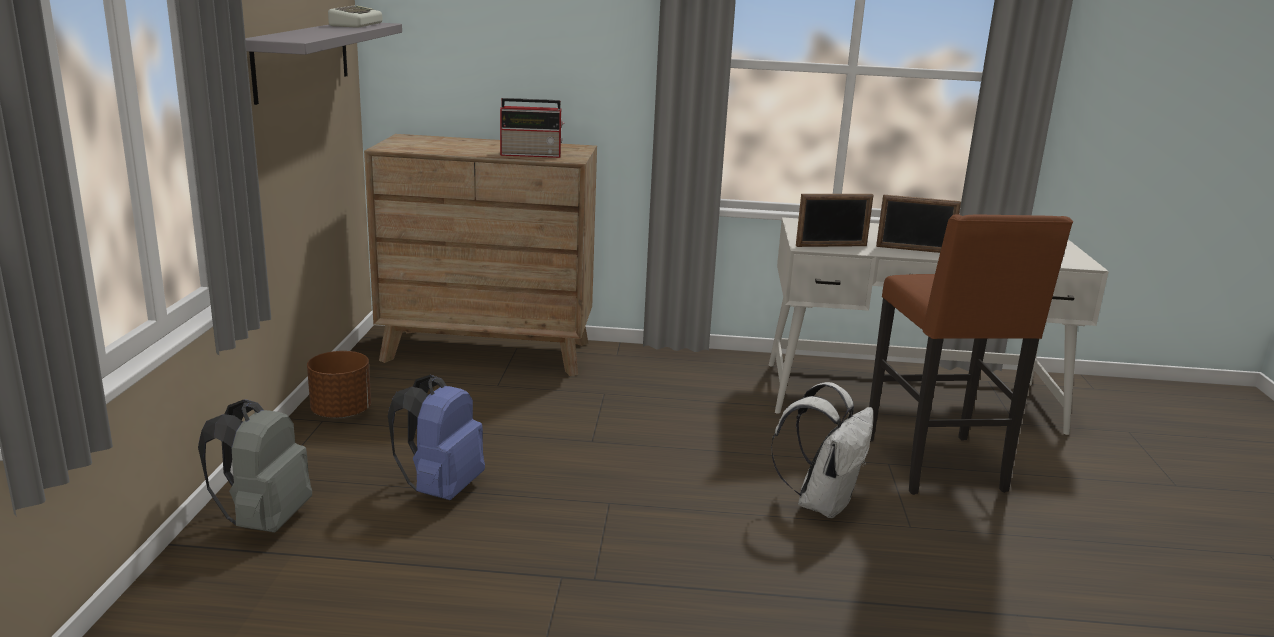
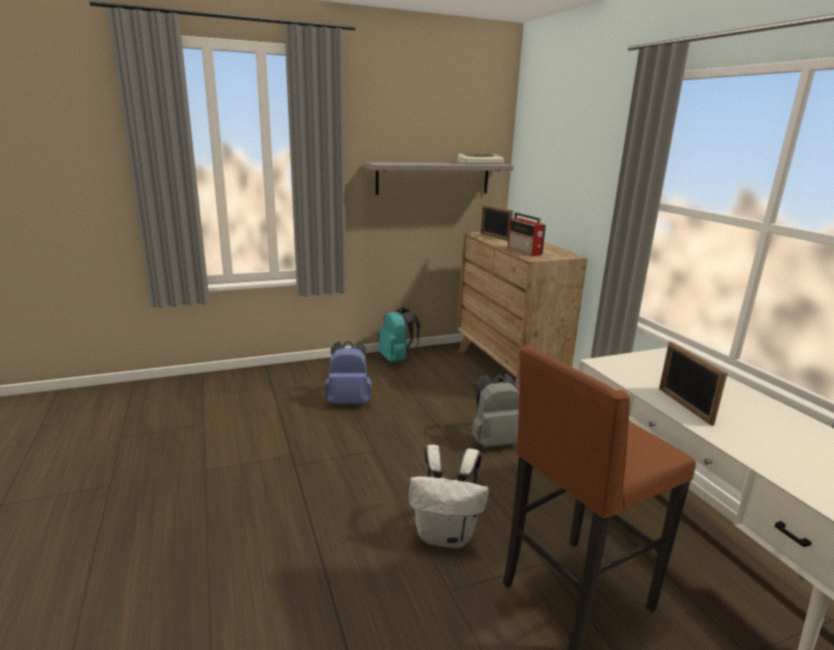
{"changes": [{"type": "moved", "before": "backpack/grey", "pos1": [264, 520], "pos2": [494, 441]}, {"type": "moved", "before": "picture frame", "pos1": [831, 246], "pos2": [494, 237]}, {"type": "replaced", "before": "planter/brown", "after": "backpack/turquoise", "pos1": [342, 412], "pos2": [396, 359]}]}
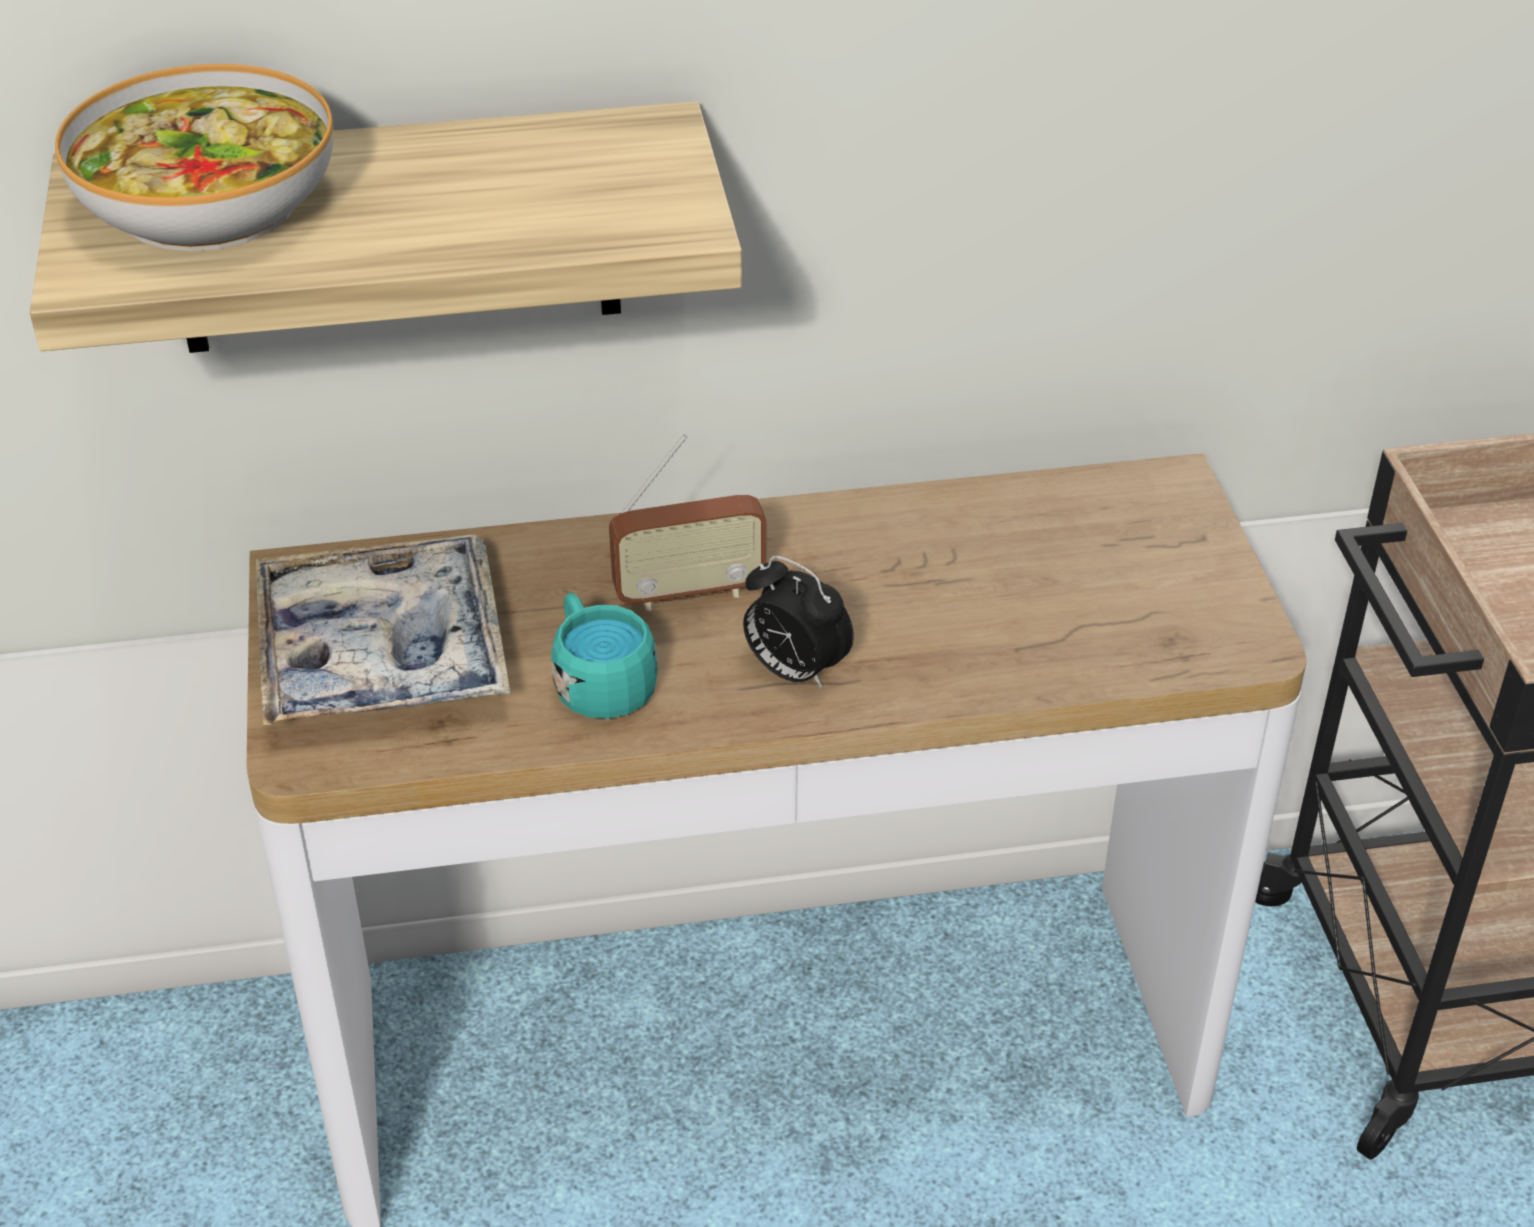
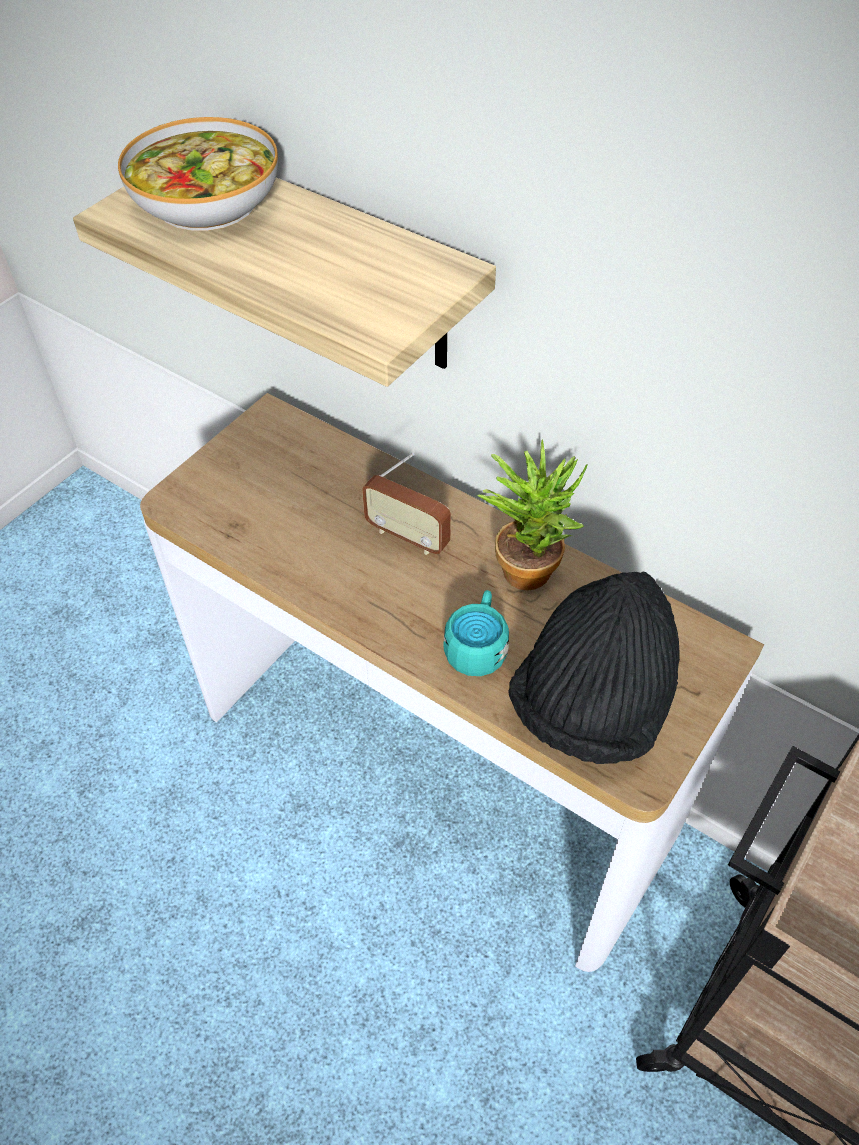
{"changes": [{"type": "removed", "before": "tray", "pos1": [382, 652]}, {"type": "removed", "before": "alarm clock", "pos1": [794, 671]}, {"type": "added", "after": "potted plant", "pos2": [528, 564]}, {"type": "added", "after": "hat/black", "pos2": [592, 703]}, {"type": "moved", "before": "mug/turquoise", "pos1": [599, 682], "pos2": [477, 646]}]}
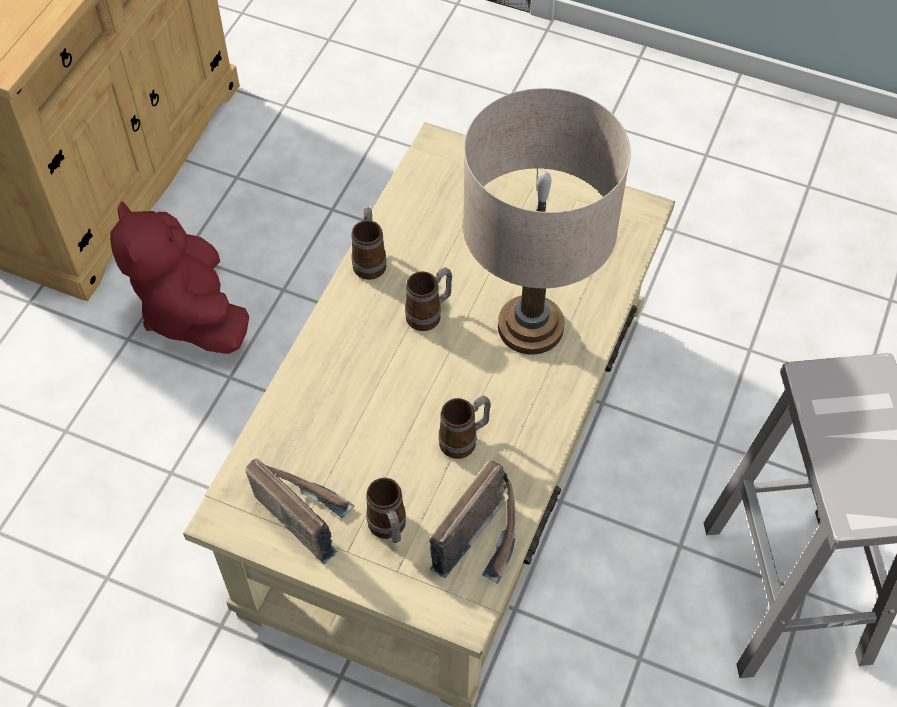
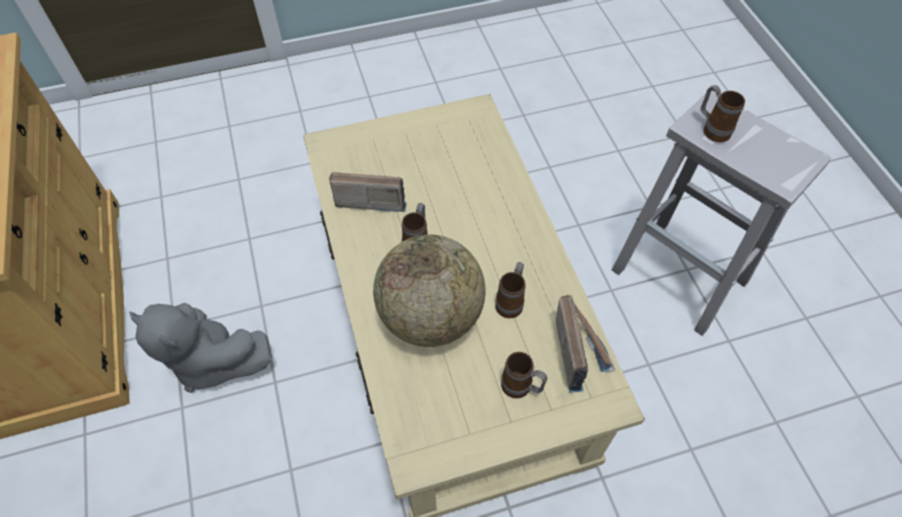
{"changes": [{"type": "removed", "before": "table lamp/beige", "pos1": [531, 327]}, {"type": "added", "after": "globe", "pos2": [431, 317]}, {"type": "moved", "before": "radio", "pos1": [303, 512], "pos2": [370, 198]}, {"type": "moved", "before": "mug", "pos1": [370, 260], "pos2": [712, 129]}, {"type": "recoloured", "before": "plush toy/red", "after": "plush toy/grey", "pos1": [191, 311], "pos2": [212, 360]}]}
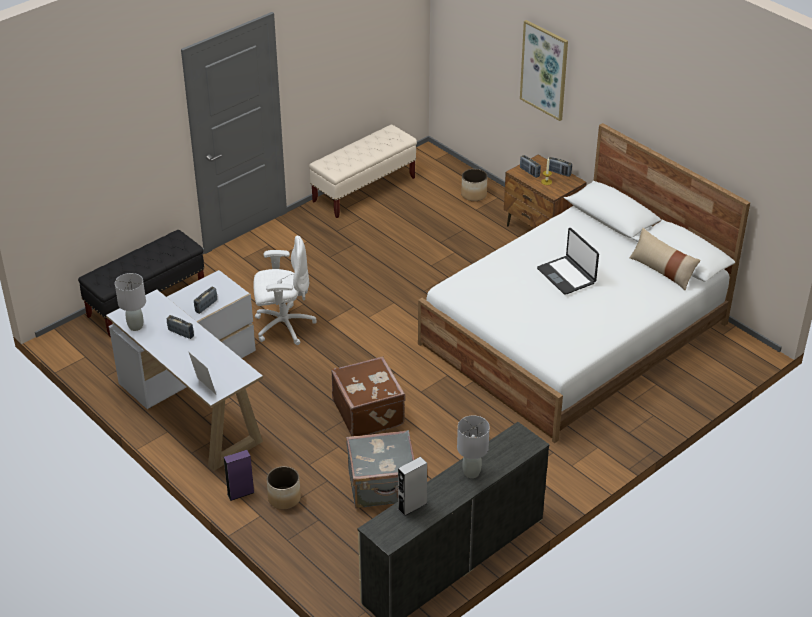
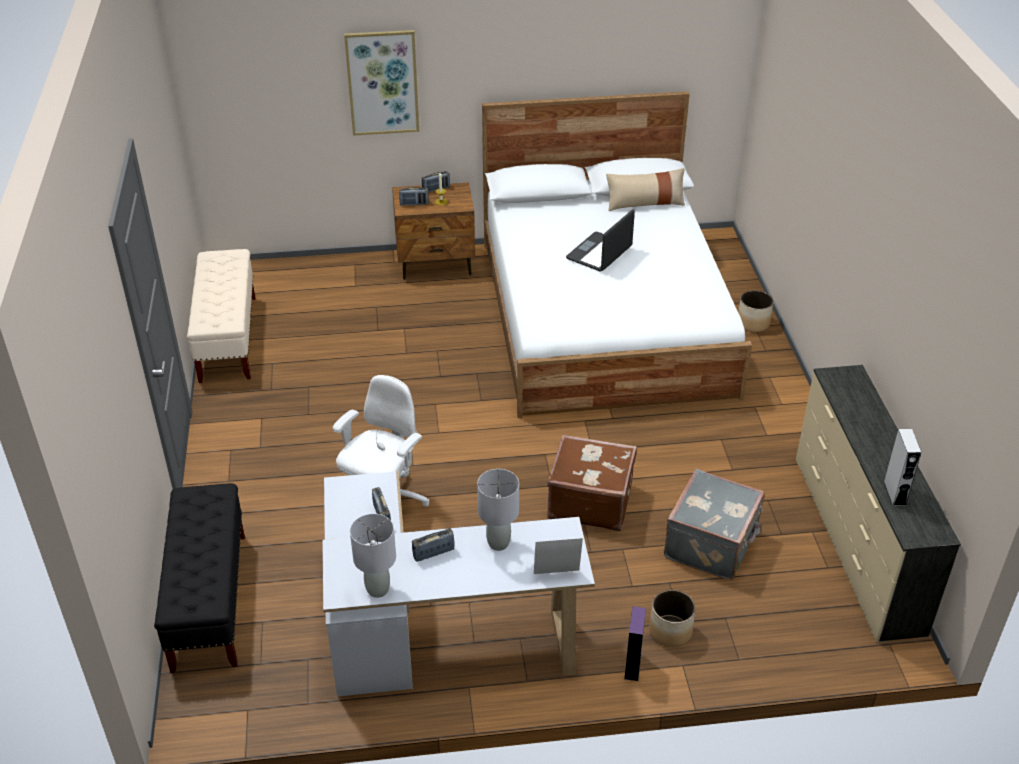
{"changes": [{"type": "moved", "before": "table lamp/grey", "pos1": [471, 473], "pos2": [499, 543]}, {"type": "moved", "before": "planter", "pos1": [473, 194], "pos2": [752, 323]}, {"type": "turned", "before": "laptop", "pos1": [566, 276], "pos2": [600, 253], "turn": 120}]}
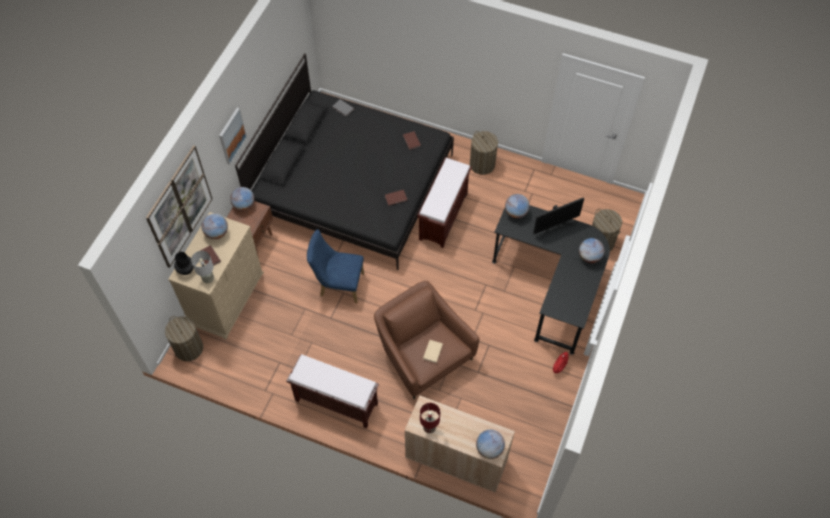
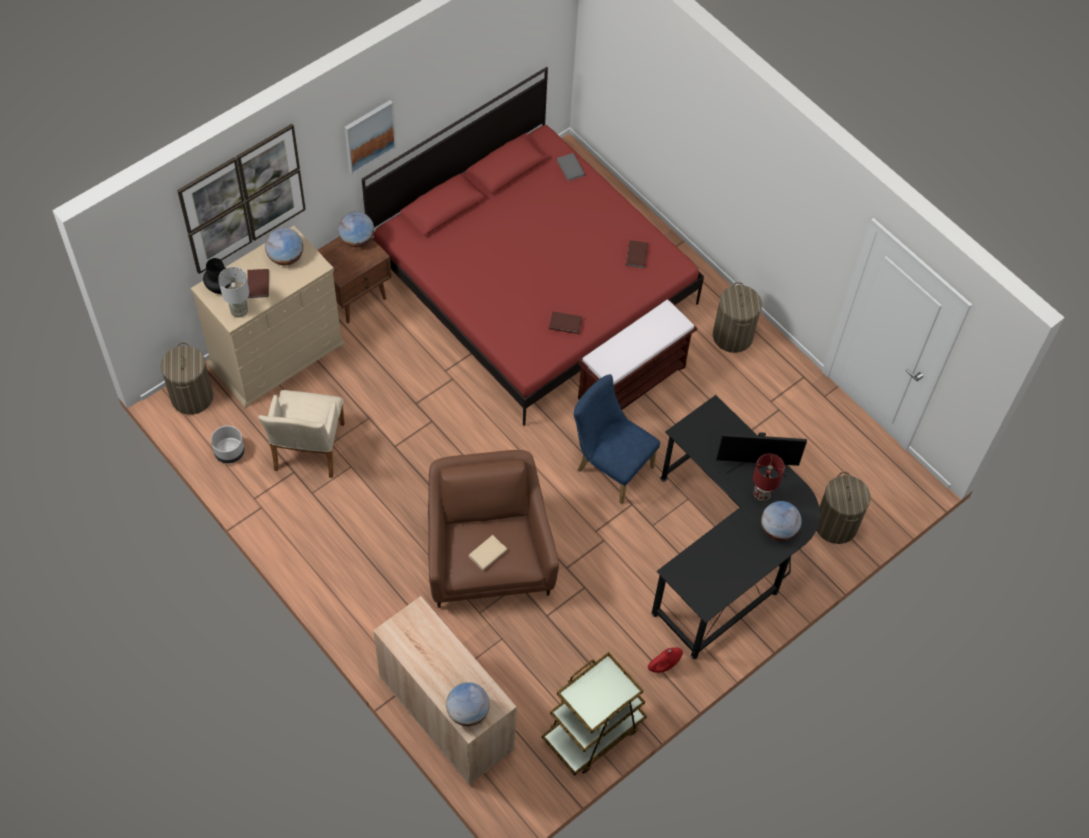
{"changes": [{"type": "removed", "before": "bench/brown", "pos1": [335, 402]}, {"type": "removed", "before": "globe", "pos1": [516, 212]}, {"type": "added", "after": "planter/grey", "pos2": [229, 452]}, {"type": "added", "after": "armchair/beige", "pos2": [308, 451]}, {"type": "added", "after": "cart/brown", "pos2": [593, 731]}, {"type": "moved", "before": "chair/blue", "pos1": [338, 284], "pos2": [610, 466]}, {"type": "moved", "before": "table lamp/red", "pos1": [429, 427], "pos2": [761, 494]}, {"type": "recoloured", "before": "bed/black", "after": "bed/red", "pos1": [352, 185], "pos2": [533, 282]}]}
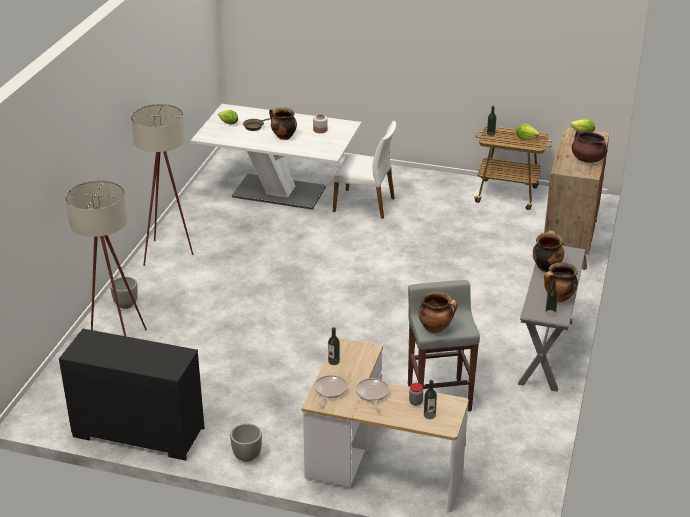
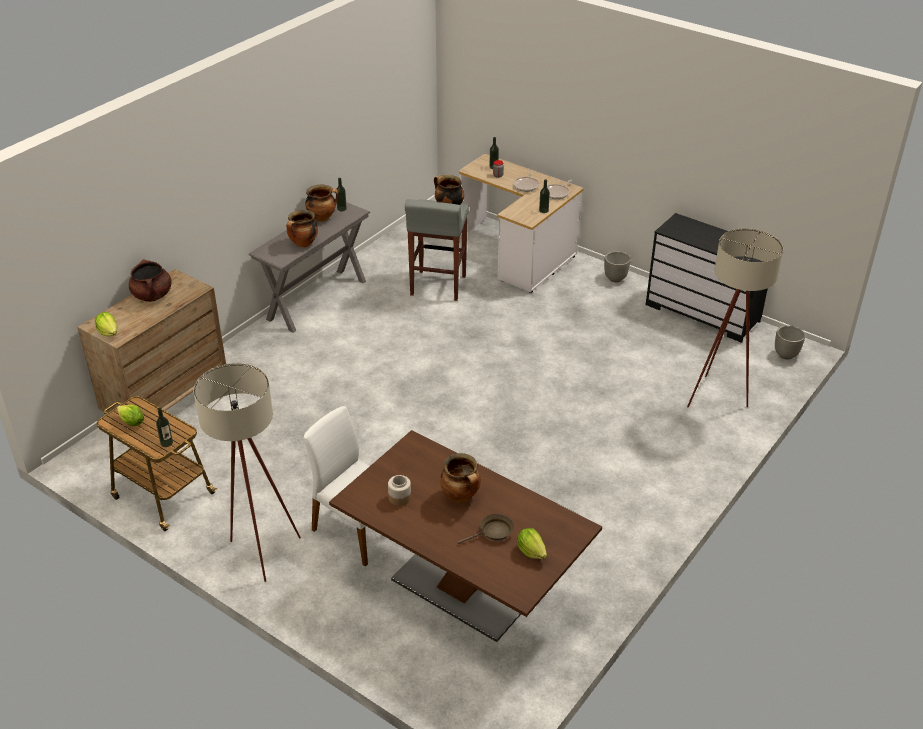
{"changes": [{"type": "moved", "before": "planter", "pos1": [125, 304], "pos2": [786, 355]}, {"type": "moved", "before": "floor lamp/beige", "pos1": [170, 254], "pos2": [258, 550]}, {"type": "recoloured", "before": "dining table/white", "after": "dining table/brown", "pos1": [279, 192], "pos2": [463, 588]}]}
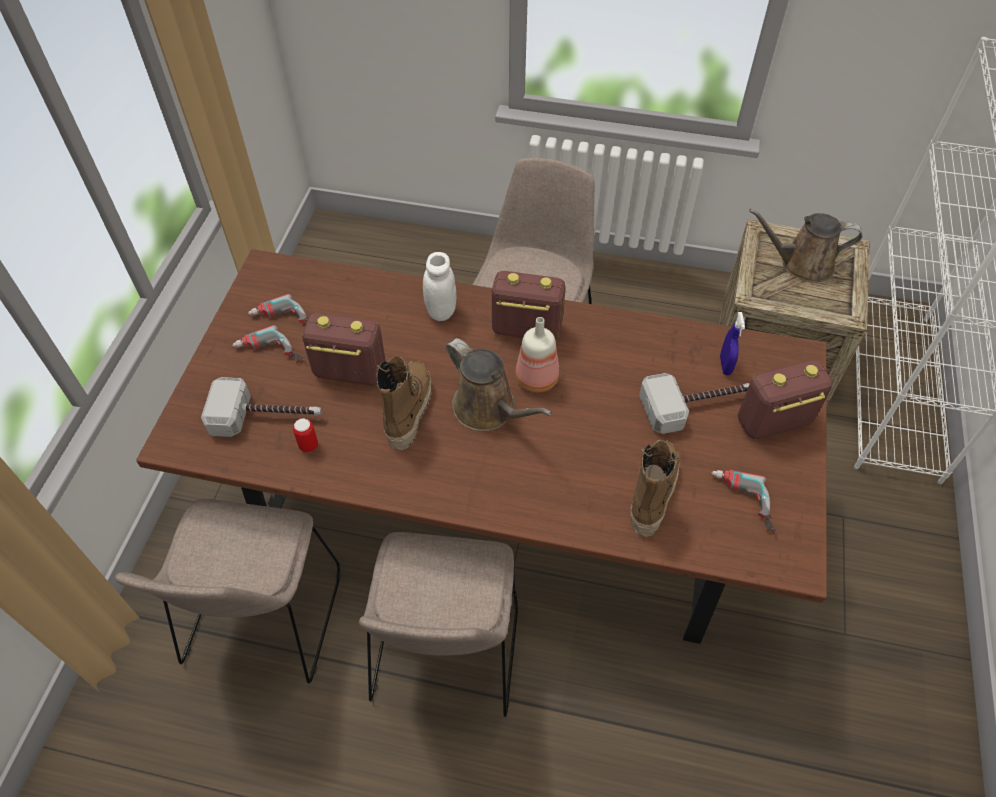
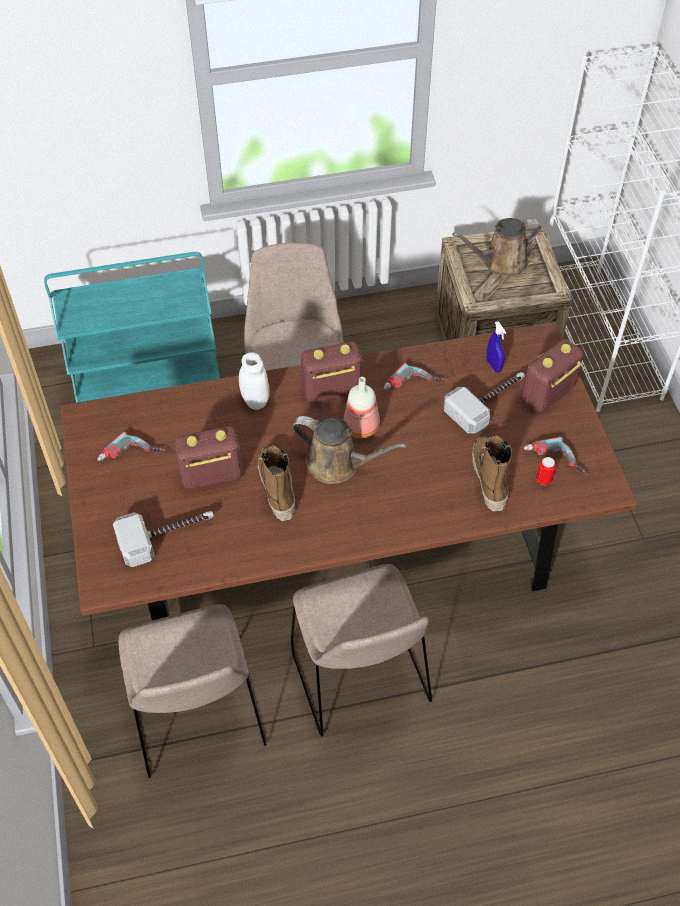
{"changes": [{"type": "added", "after": "cart/turquoise", "pos2": [147, 381]}, {"type": "moved", "before": "power drill", "pos1": [269, 355], "pos2": [413, 386]}, {"type": "moved", "before": "can", "pos1": [308, 446], "pos2": [543, 480]}]}
